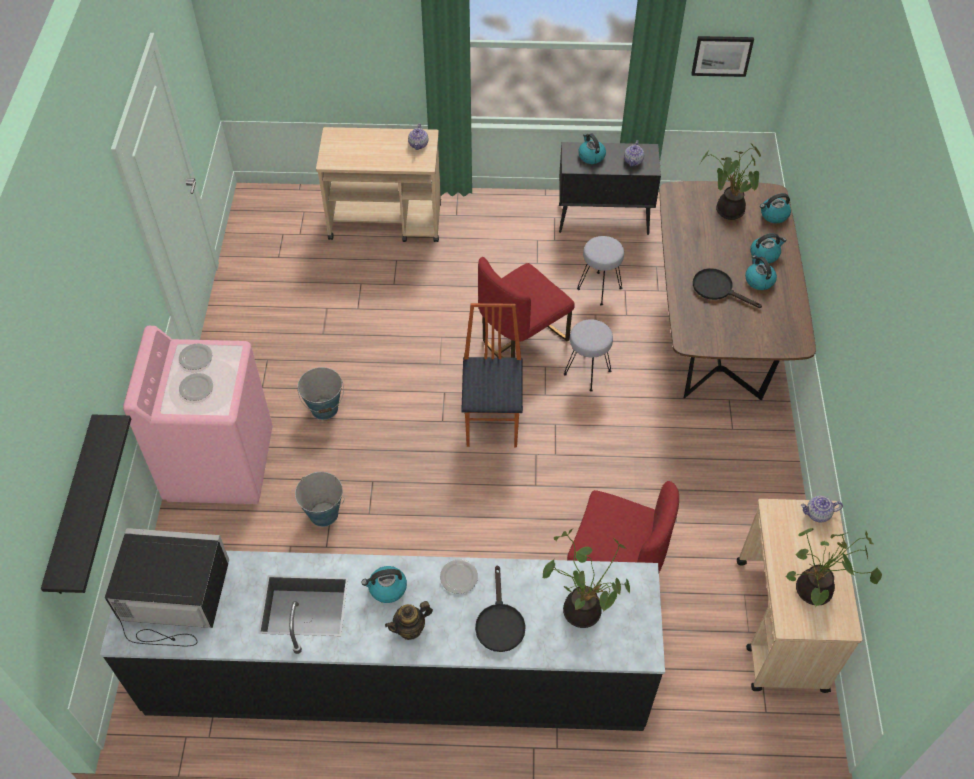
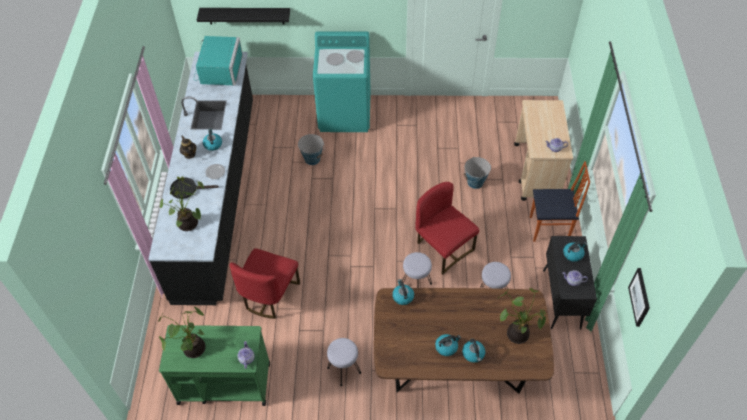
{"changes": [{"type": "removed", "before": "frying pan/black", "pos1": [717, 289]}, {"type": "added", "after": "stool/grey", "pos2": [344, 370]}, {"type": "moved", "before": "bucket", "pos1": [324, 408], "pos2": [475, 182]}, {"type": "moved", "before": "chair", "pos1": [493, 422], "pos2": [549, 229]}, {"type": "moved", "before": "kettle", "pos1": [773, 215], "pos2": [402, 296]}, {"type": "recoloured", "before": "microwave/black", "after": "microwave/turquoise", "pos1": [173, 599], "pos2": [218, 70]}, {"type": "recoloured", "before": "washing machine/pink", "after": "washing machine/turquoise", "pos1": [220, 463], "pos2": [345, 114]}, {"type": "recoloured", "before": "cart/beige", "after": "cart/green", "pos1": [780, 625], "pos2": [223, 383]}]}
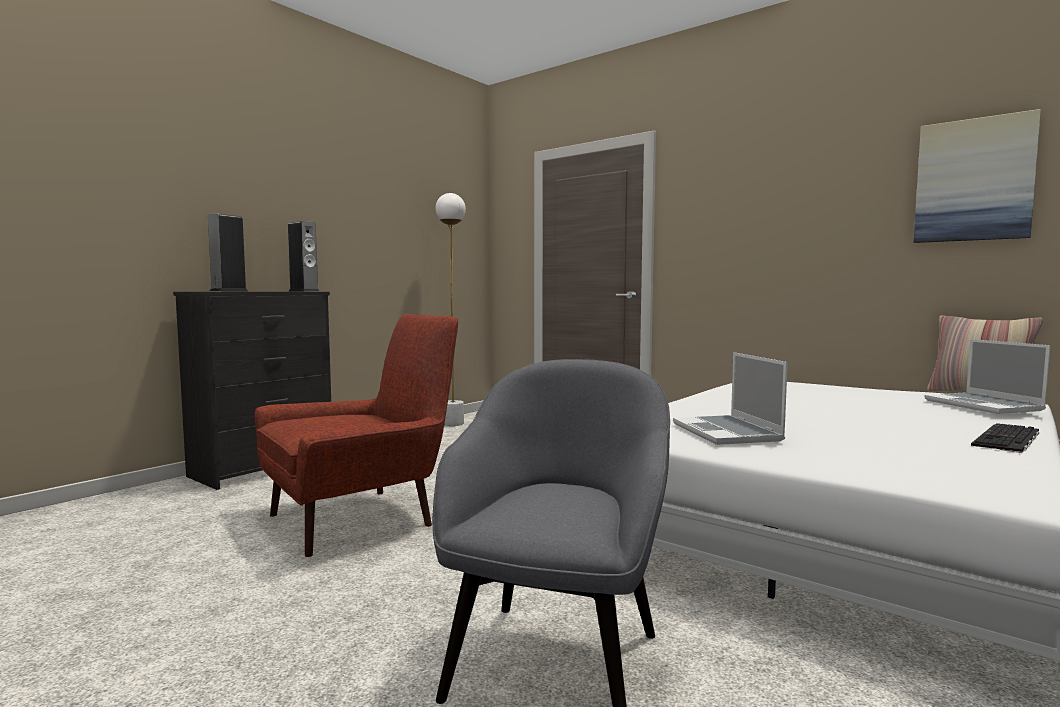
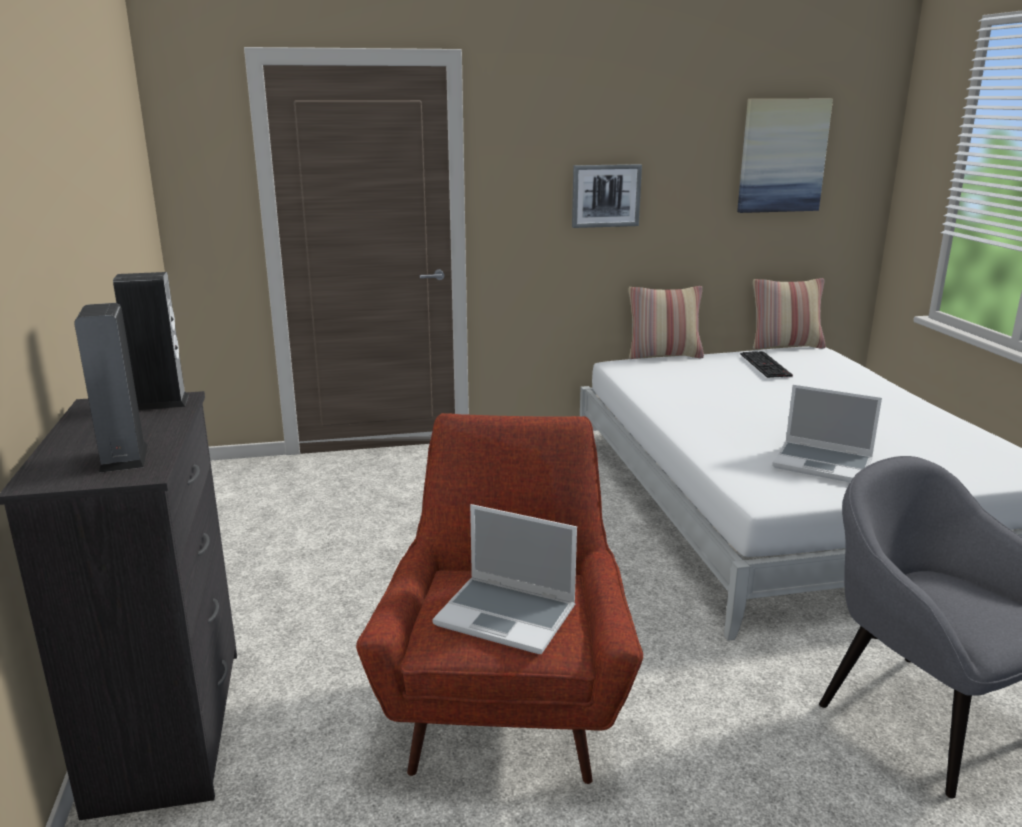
{"changes": [{"type": "removed", "before": "floor lamp/white", "pos1": [453, 424]}, {"type": "added", "after": "picture", "pos2": [606, 195]}, {"type": "added", "after": "pillow", "pos2": [664, 355]}, {"type": "moved", "before": "laptop", "pos1": [984, 405], "pos2": [508, 616]}, {"type": "moved", "before": "keyboard", "pos1": [1008, 439], "pos2": [766, 365]}]}
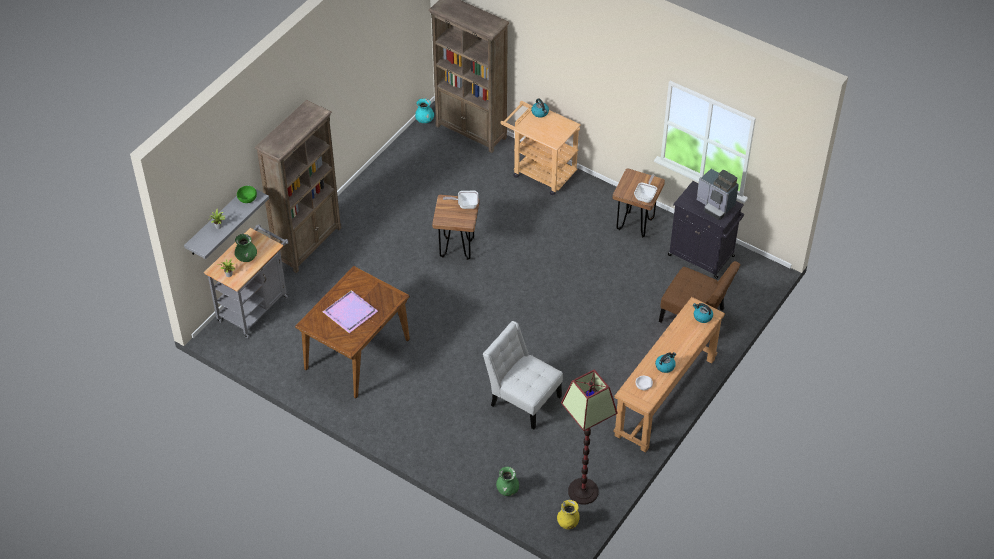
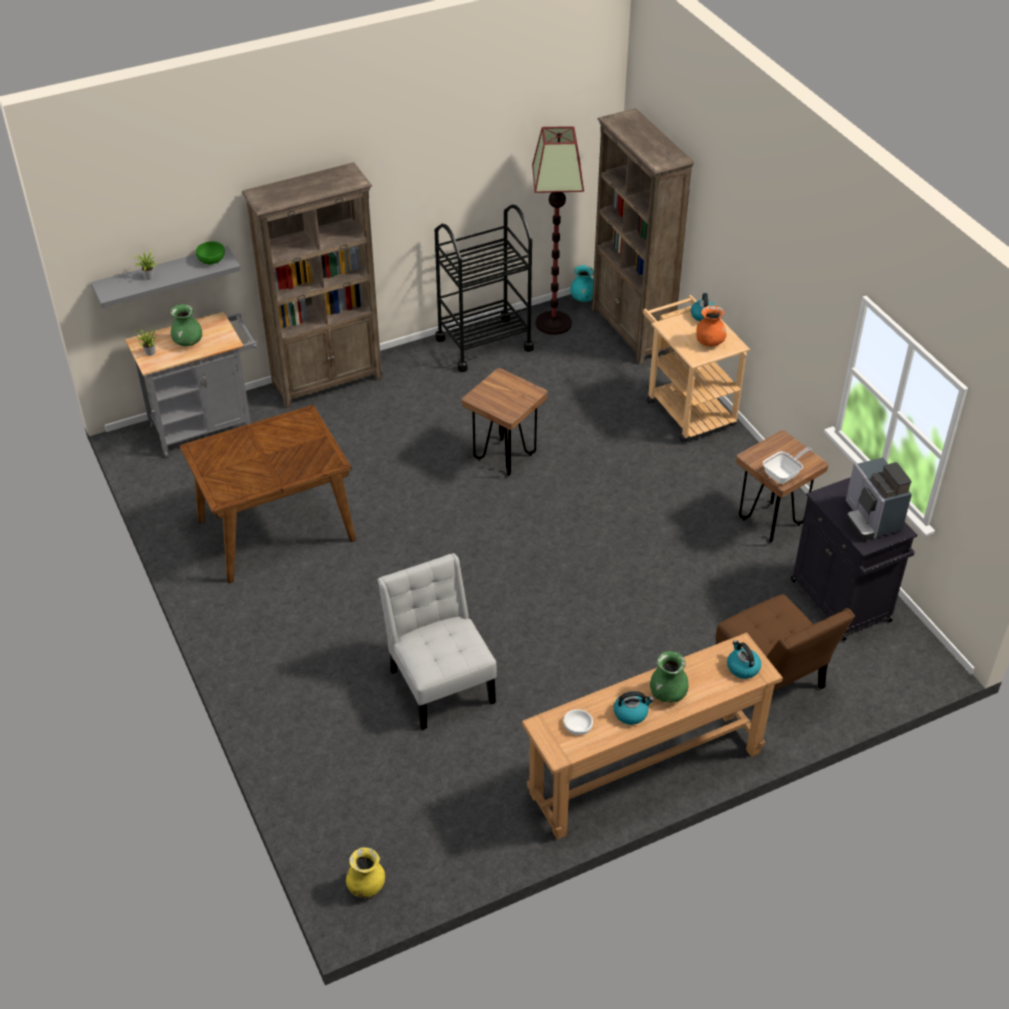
{"changes": [{"type": "removed", "before": "tray/purple", "pos1": [350, 311]}, {"type": "removed", "before": "frying pan", "pos1": [465, 204]}, {"type": "added", "after": "cart/black", "pos2": [484, 344]}, {"type": "added", "after": "vase/orange", "pos2": [709, 342]}, {"type": "moved", "before": "vase/green", "pos1": [507, 490], "pos2": [668, 694]}, {"type": "moved", "before": "floor lamp", "pos1": [583, 491], "pos2": [553, 323]}]}
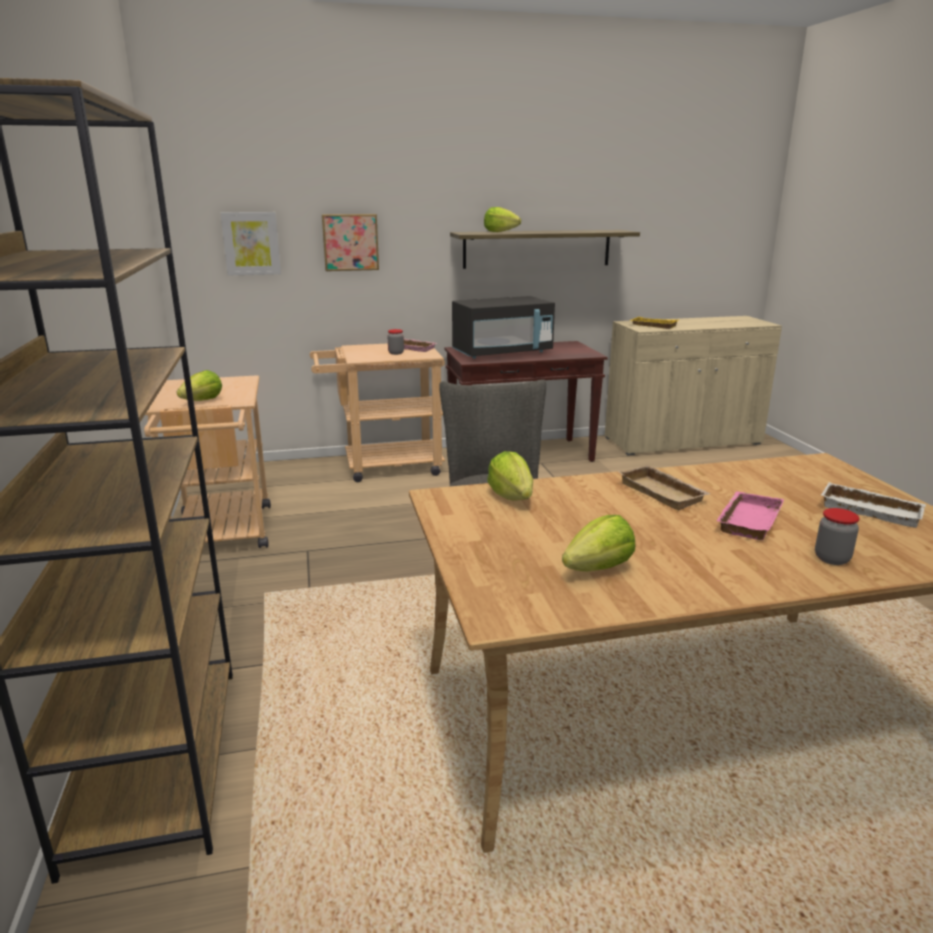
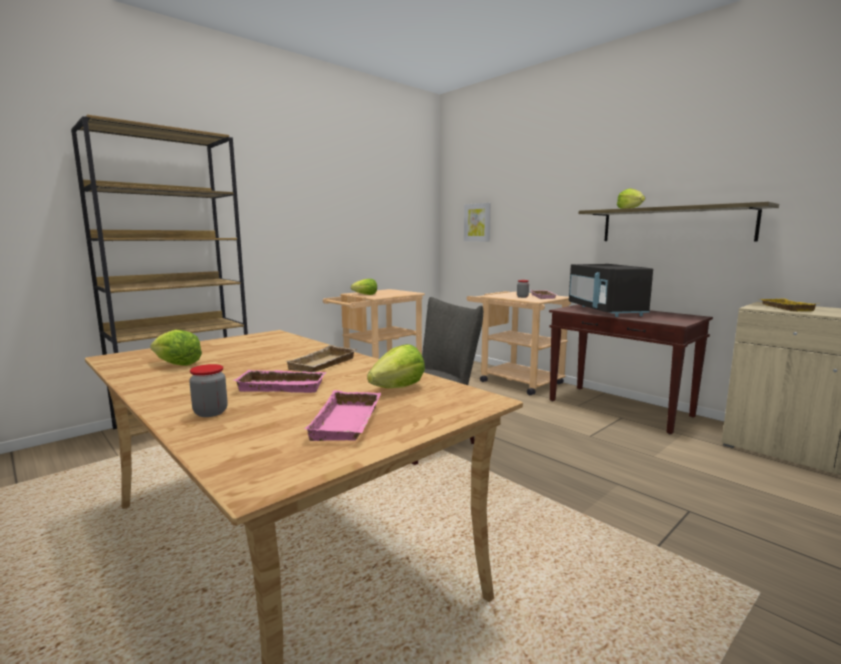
{"changes": [{"type": "removed", "before": "picture", "pos1": [350, 242]}, {"type": "moved", "before": "lettuce", "pos1": [512, 497], "pos2": [398, 388]}, {"type": "recoloured", "before": "tray/white", "after": "tray/pink", "pos1": [872, 510], "pos2": [349, 423]}, {"type": "turned", "before": "microwave/black", "pos1": [502, 353], "pos2": [605, 311], "turn": 45}]}
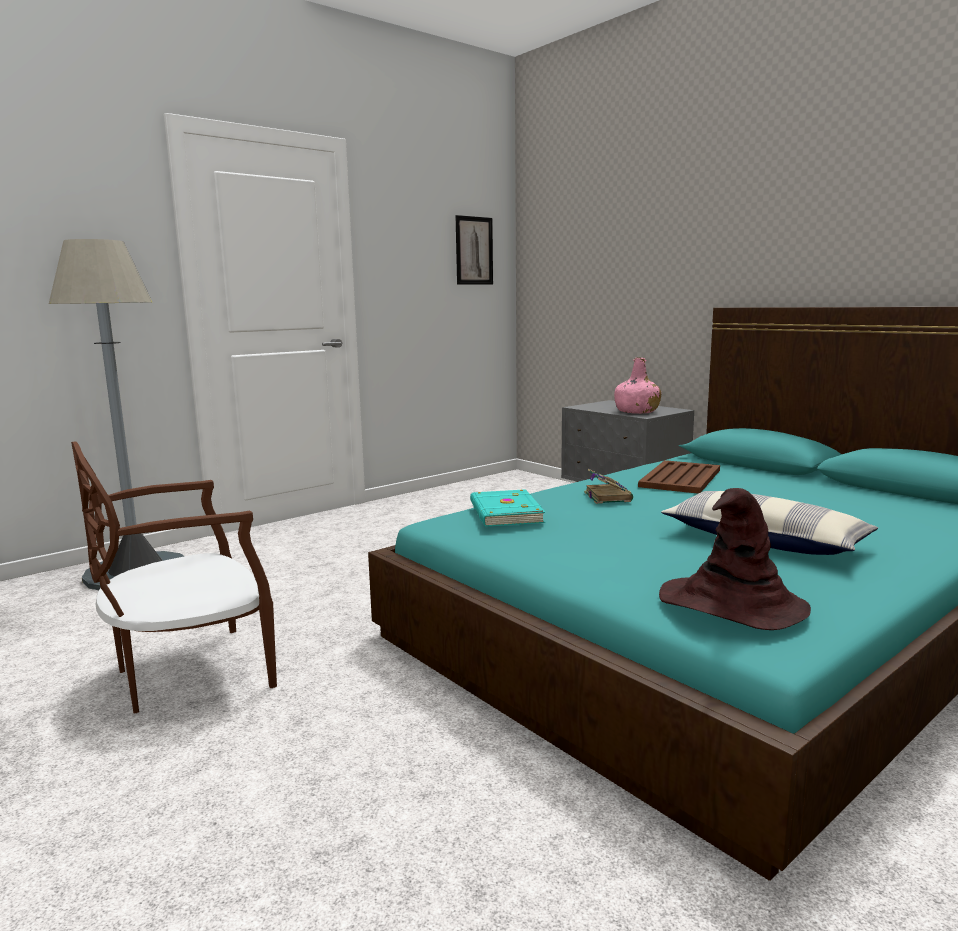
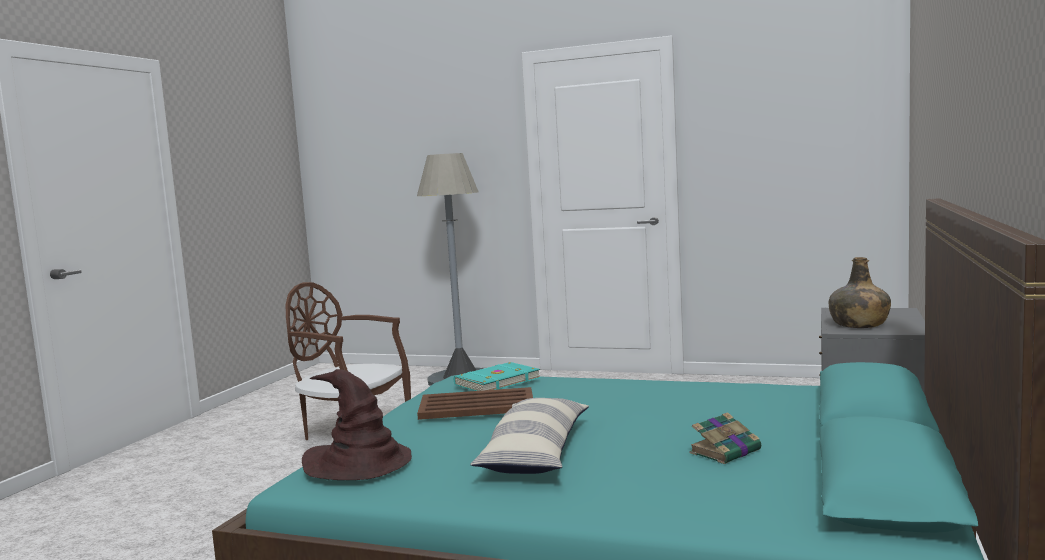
{"changes": [{"type": "removed", "before": "picture", "pos1": [474, 250]}, {"type": "moved", "before": "book", "pos1": [607, 496], "pos2": [726, 451]}, {"type": "moved", "before": "tray/brown", "pos1": [680, 478], "pos2": [475, 405]}, {"type": "recoloured", "before": "bottle/pink", "after": "bottle/green", "pos1": [636, 411], "pos2": [858, 324]}]}
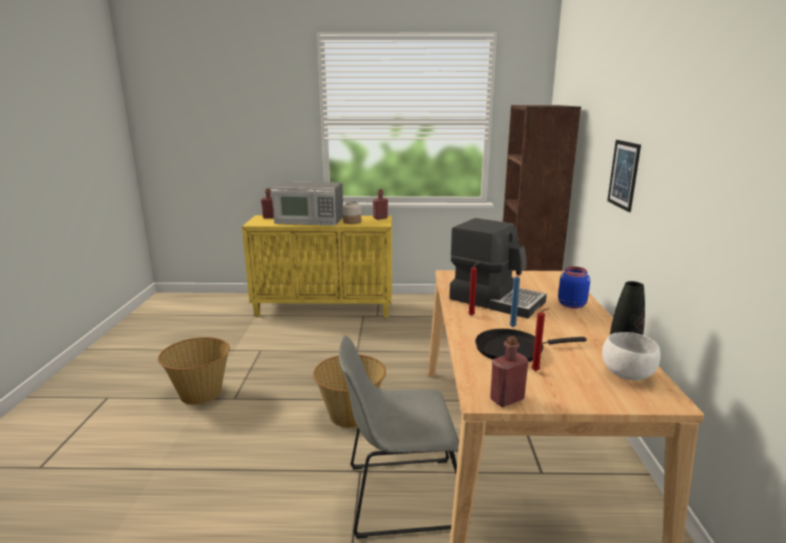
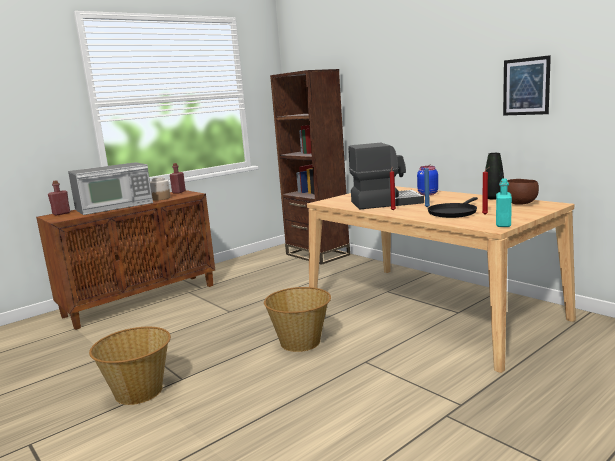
{"changes": [{"type": "removed", "before": "chair/grey", "pos1": [399, 496]}, {"type": "moved", "before": "picture", "pos1": [623, 174], "pos2": [526, 86]}, {"type": "recoloured", "before": "cabinet/yellow", "after": "cabinet/brown", "pos1": [325, 308], "pos2": [141, 300]}, {"type": "recoloured", "before": "bottle/red", "after": "bottle/turquoise", "pos1": [507, 399], "pos2": [503, 224]}, {"type": "recoloured", "before": "bowl/white", "after": "bowl/brown", "pos1": [627, 374], "pos2": [519, 204]}]}
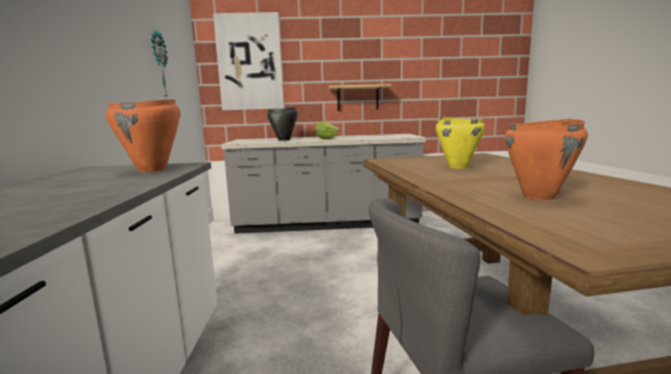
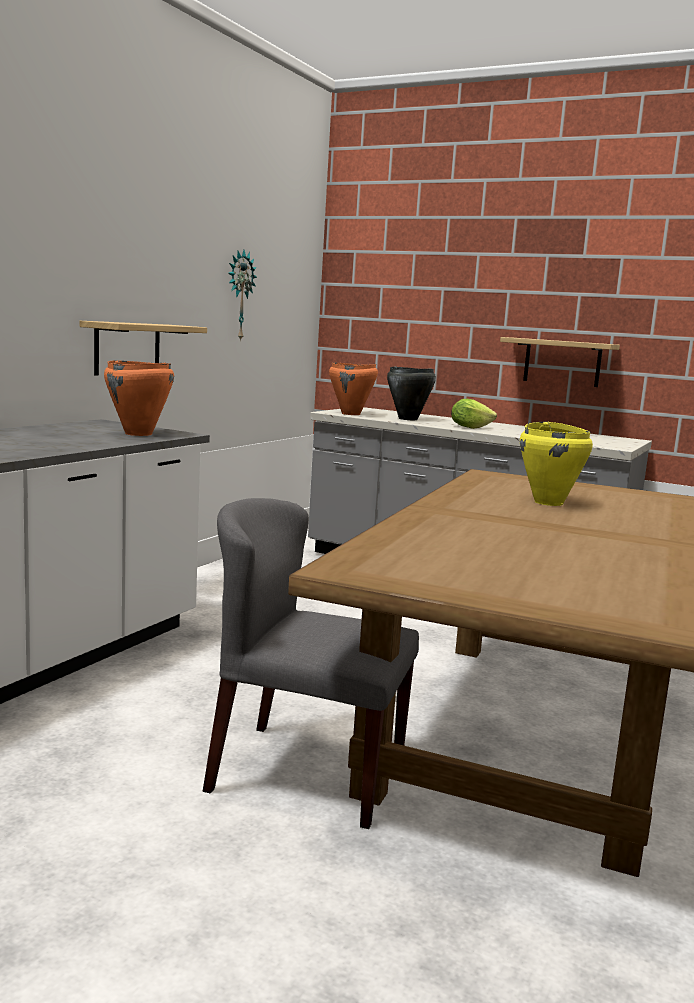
{"changes": [{"type": "removed", "before": "picture", "pos1": [250, 62]}, {"type": "added", "after": "shelf", "pos2": [127, 348]}, {"type": "moved", "before": "cooking pot/orange", "pos1": [539, 197], "pos2": [351, 414]}]}
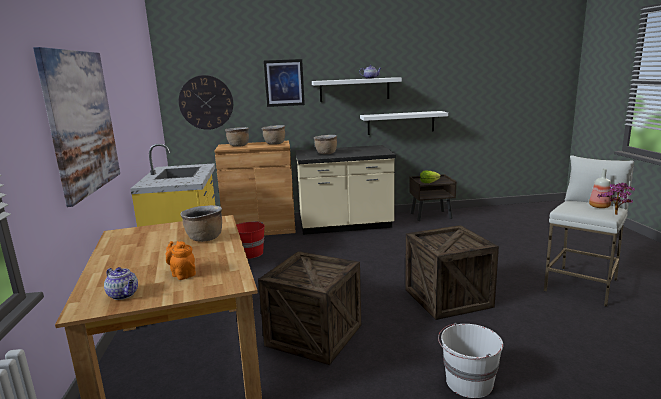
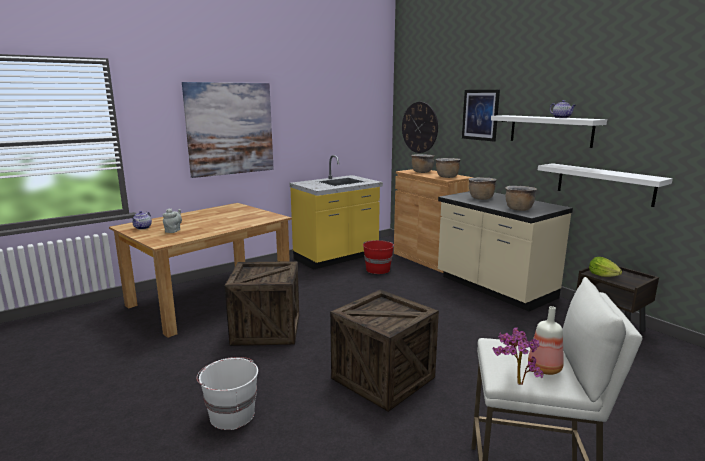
{"changes": [{"type": "moved", "before": "cooking pot/brown", "pos1": [204, 238], "pos2": [518, 209]}, {"type": "recoloured", "before": "teapot/orange", "after": "teapot/grey", "pos1": [182, 274], "pos2": [173, 231]}]}
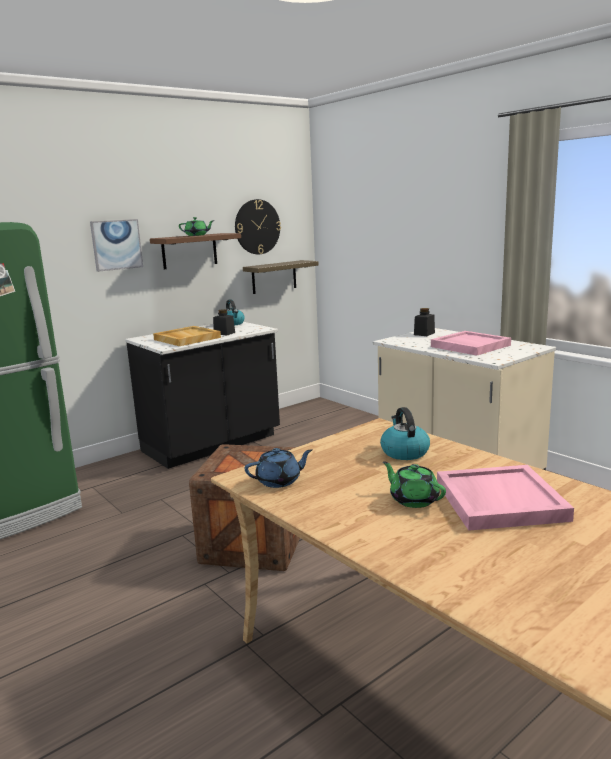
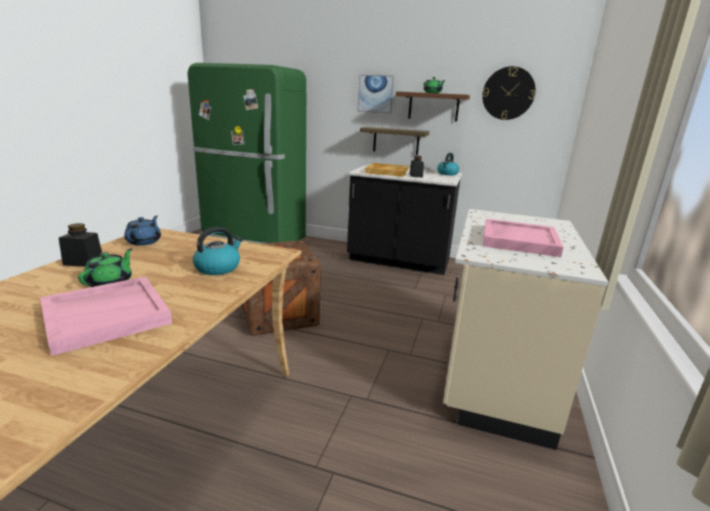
{"changes": [{"type": "moved", "before": "shelf", "pos1": [274, 277], "pos2": [396, 141]}, {"type": "moved", "before": "jar/black", "pos1": [424, 334], "pos2": [83, 262]}, {"type": "turned", "before": "teapot/blue", "pos1": [279, 481], "pos2": [144, 241], "turn": -120}]}
